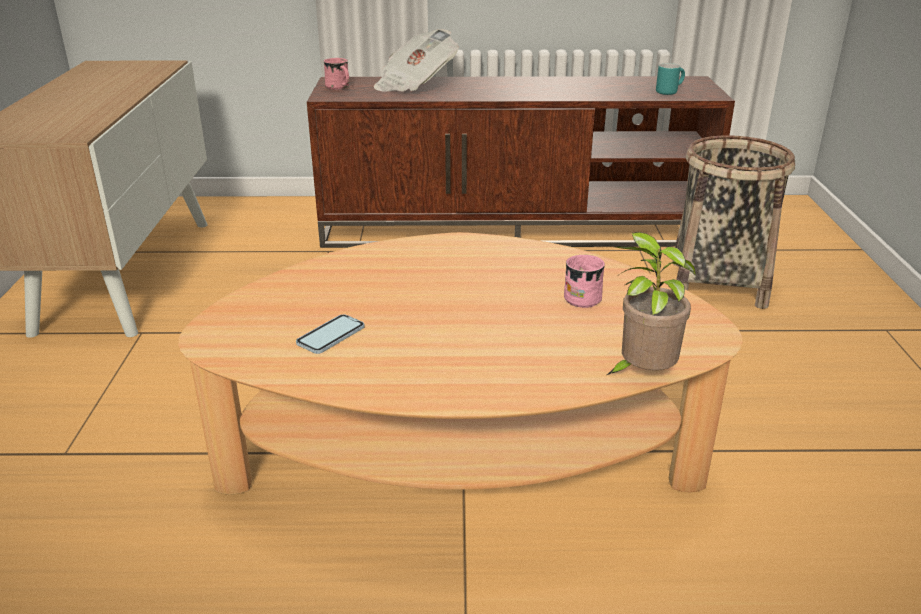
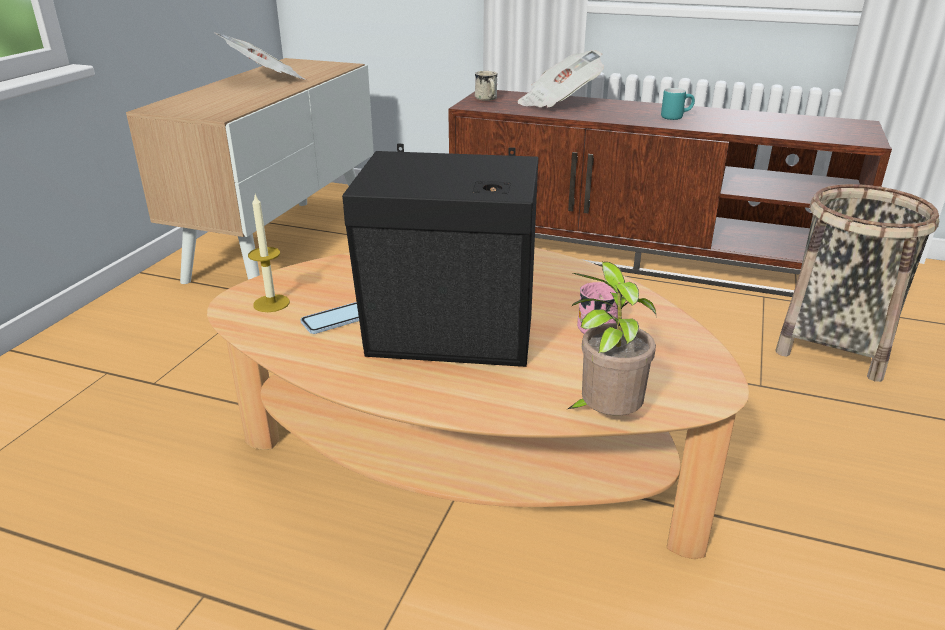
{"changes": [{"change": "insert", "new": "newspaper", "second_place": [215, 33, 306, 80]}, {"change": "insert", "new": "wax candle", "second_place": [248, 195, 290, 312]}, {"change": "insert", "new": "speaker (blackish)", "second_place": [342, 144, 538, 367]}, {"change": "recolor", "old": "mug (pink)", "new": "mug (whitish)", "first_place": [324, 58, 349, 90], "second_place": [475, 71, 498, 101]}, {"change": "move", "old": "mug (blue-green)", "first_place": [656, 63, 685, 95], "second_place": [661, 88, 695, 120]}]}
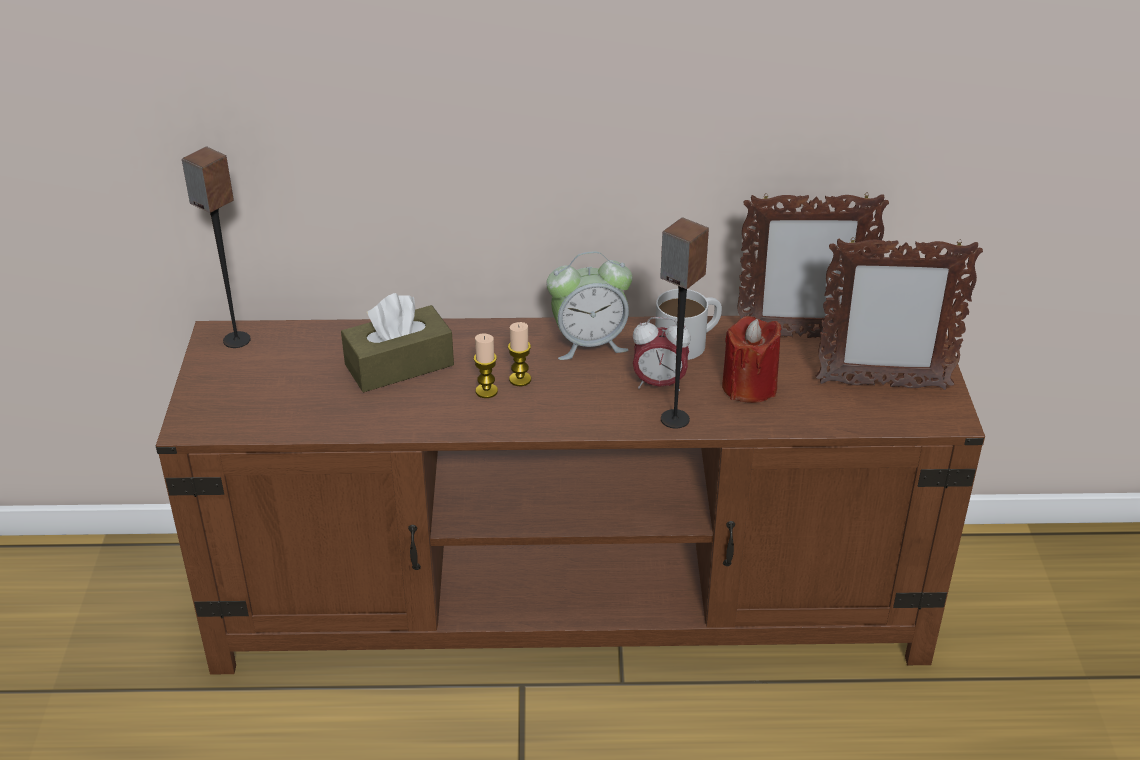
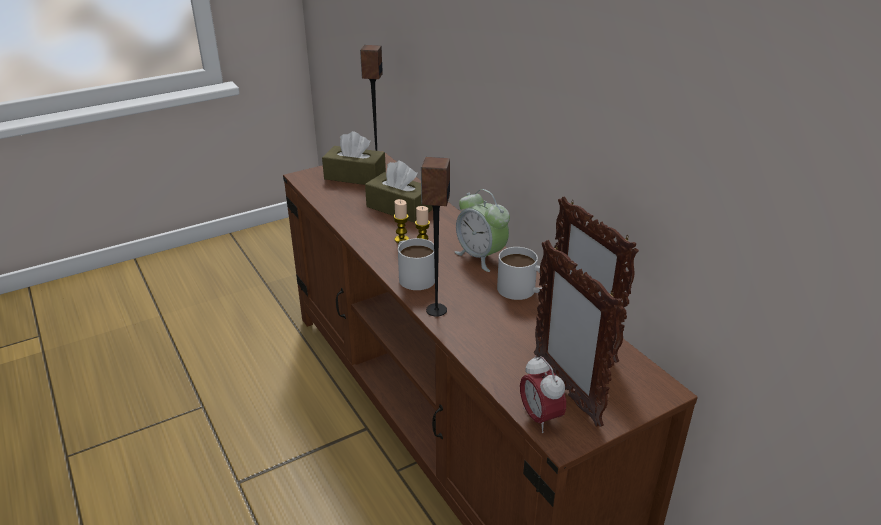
{"changes": [{"change": "insert", "new": "tissue box (brownish)", "second_place": [322, 131, 386, 185]}, {"change": "insert", "new": "mug (whitish)", "second_place": [398, 238, 435, 290]}, {"change": "move", "old": "bedside clock", "first_place": [633, 317, 691, 391], "second_place": [520, 355, 566, 433]}, {"change": "delete", "old": "wax candle (red-coloured)", "first_place": [722, 316, 782, 403]}]}
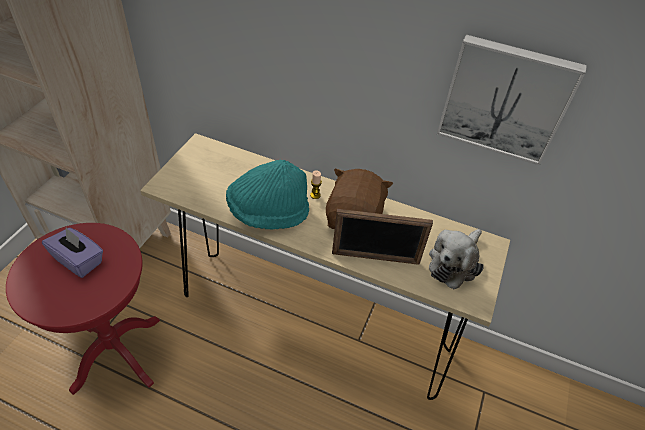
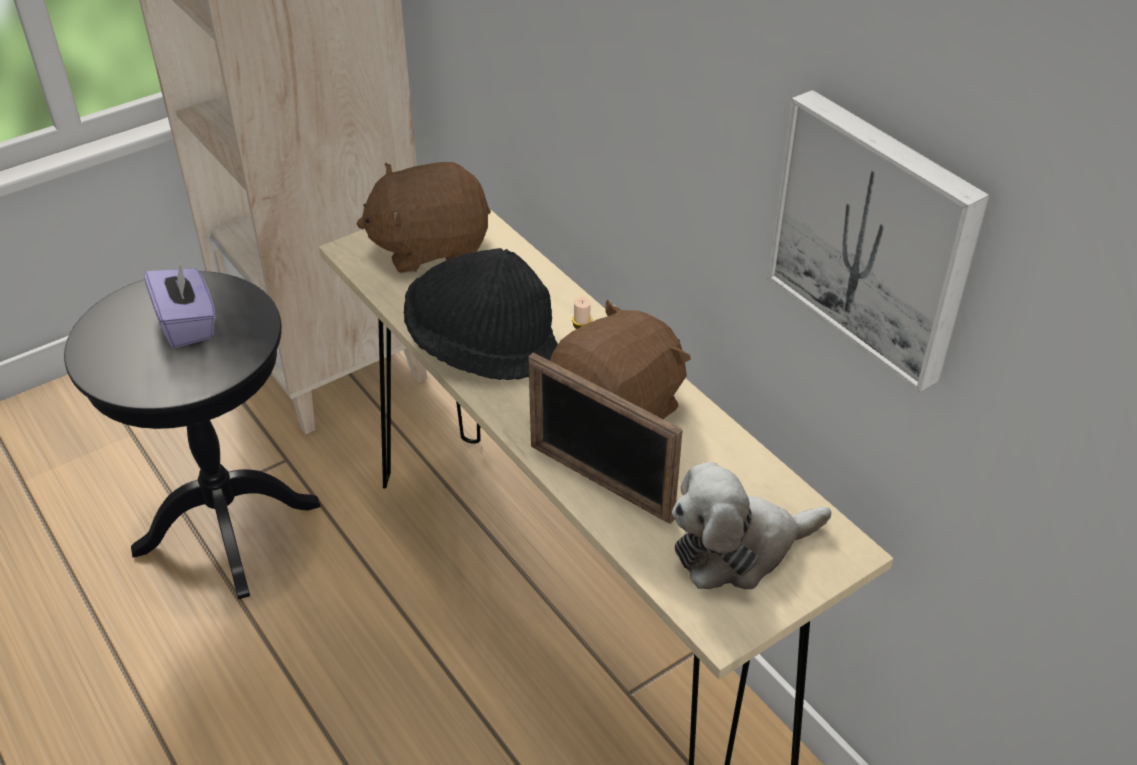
{"changes": [{"change": "recolor", "old": "side table (red-coloured)", "new": "side table (blackish)", "first_place": [6, 223, 160, 395], "second_place": [64, 271, 321, 599]}, {"change": "insert", "new": "plush toy (brownish)", "second_place": [357, 162, 491, 273]}, {"change": "recolor", "old": "hat (blue-green)", "new": "hat (blackish)", "first_place": [226, 160, 309, 229], "second_place": [404, 248, 558, 380]}]}
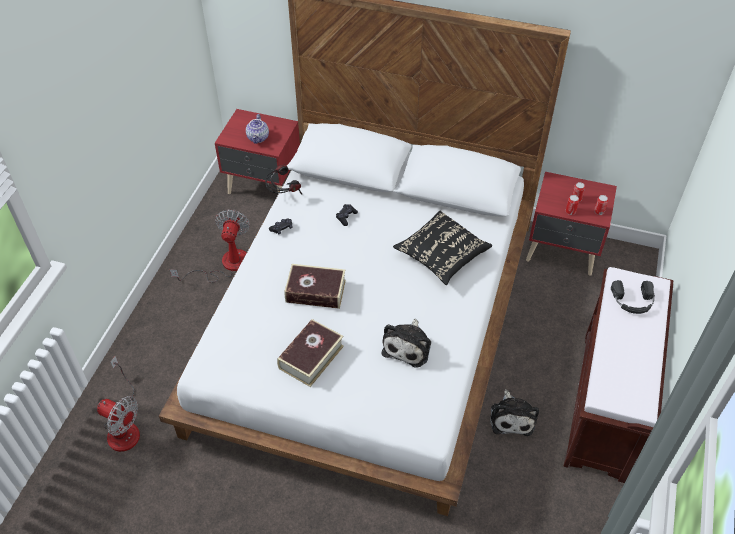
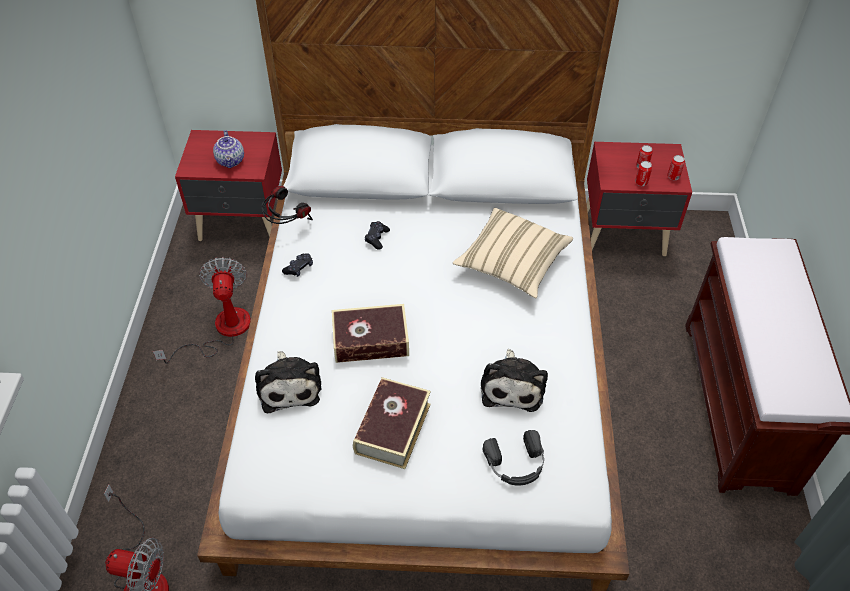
{"changes": [{"change": "move", "old": "plush toy", "first_place": [490, 390, 539, 436], "second_place": [255, 351, 322, 413]}, {"change": "recolor", "old": "throw pillow (blackish)", "new": "throw pillow (beige-coloured)", "first_place": [393, 211, 492, 285], "second_place": [453, 208, 573, 298]}, {"change": "move", "old": "headset (blackish)", "first_place": [611, 280, 655, 314], "second_place": [483, 430, 544, 485]}]}
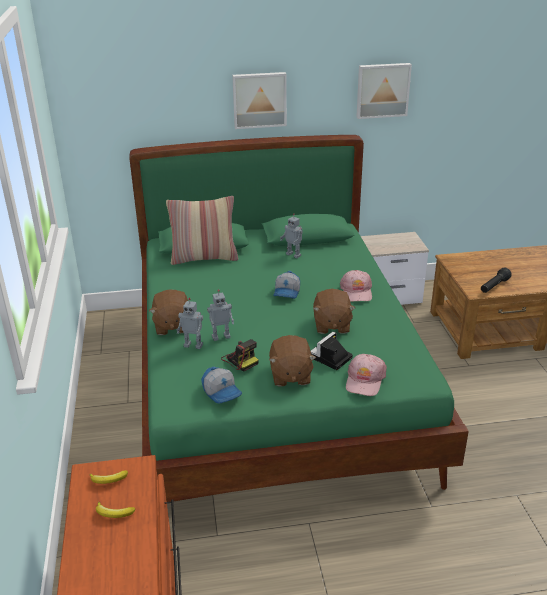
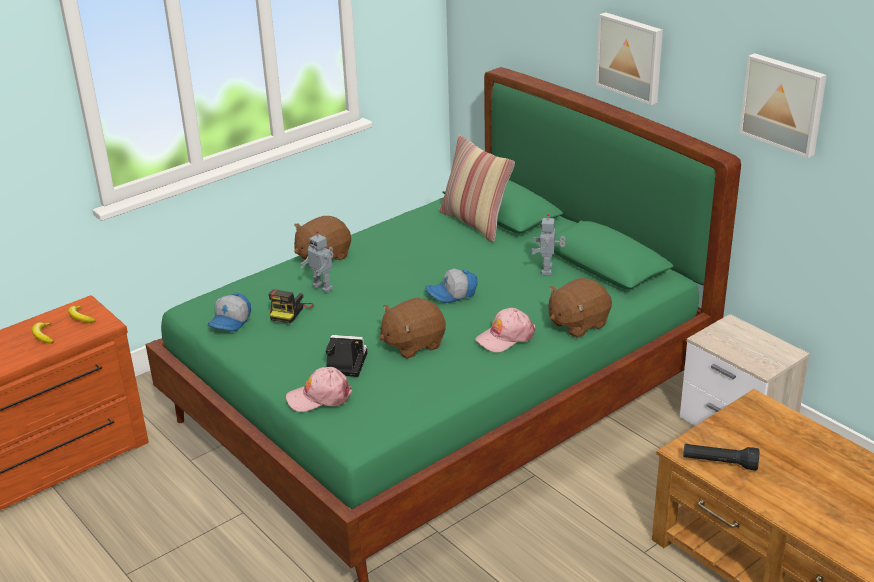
{"changes": [{"change": "move", "old": "plush toy (brownish)", "first_place": [269, 335, 316, 387], "second_place": [548, 278, 612, 338]}, {"change": "delete", "old": "toy robot", "first_place": [177, 298, 203, 349]}]}
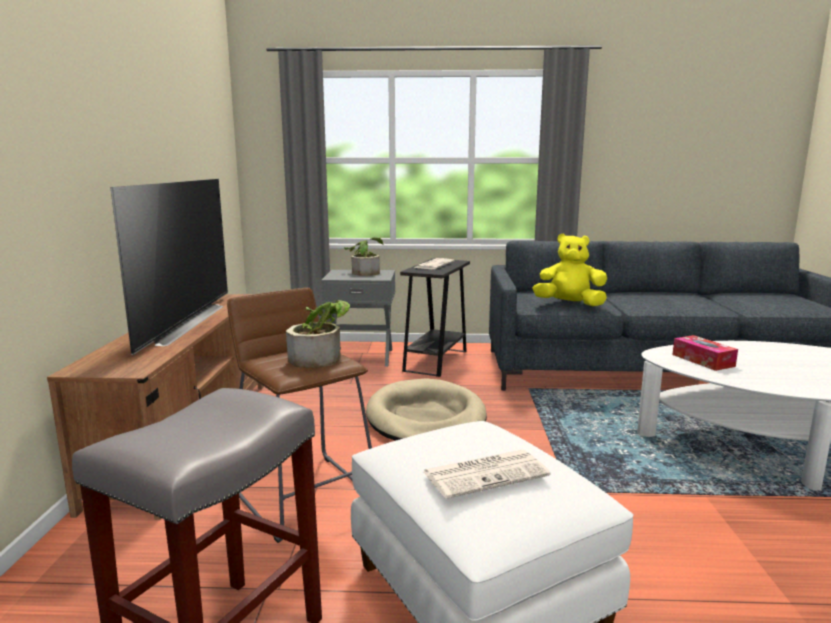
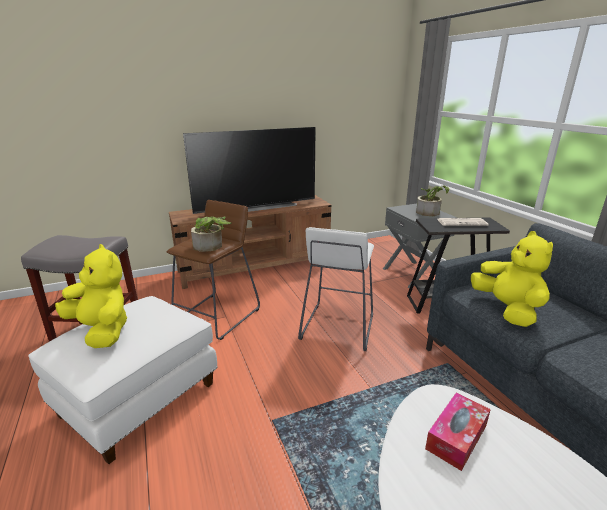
{"changes": [{"change": "replace", "old": "newspaper", "new": "plush toy (yellow-coloured)", "first_place": [423, 450, 550, 499], "second_place": [55, 244, 127, 348]}, {"change": "replace", "old": "dog cushion (beige-coloured)", "new": "stool (whitish)", "first_place": [366, 378, 487, 441], "second_place": [298, 227, 374, 351]}]}
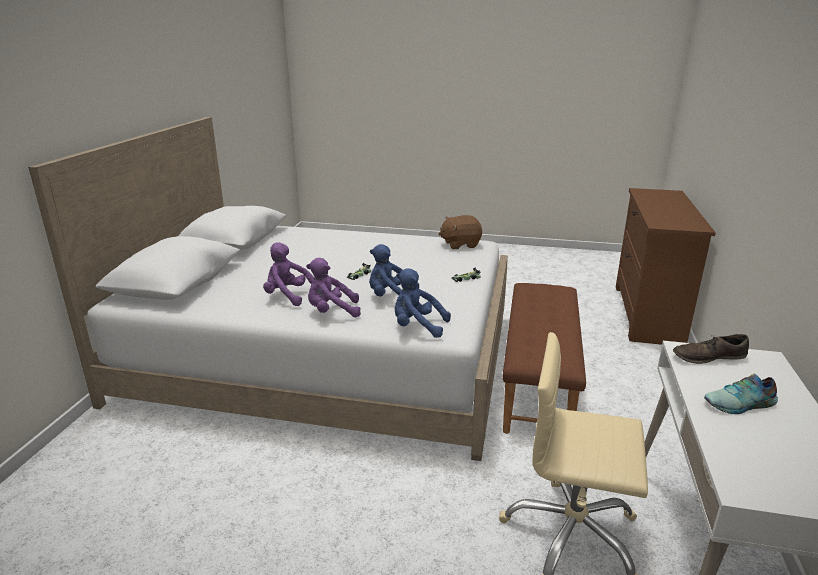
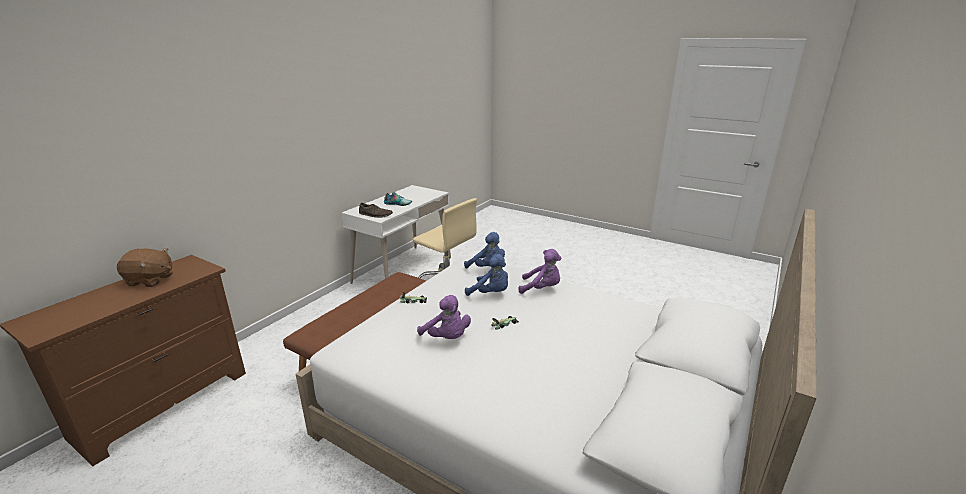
{"changes": [{"change": "move", "old": "plush toy (brownish)", "first_place": [439, 215, 482, 249], "second_place": [117, 248, 173, 287]}, {"change": "move", "old": "plush toy (purple)", "first_place": [263, 242, 314, 306], "second_place": [417, 295, 471, 339]}]}
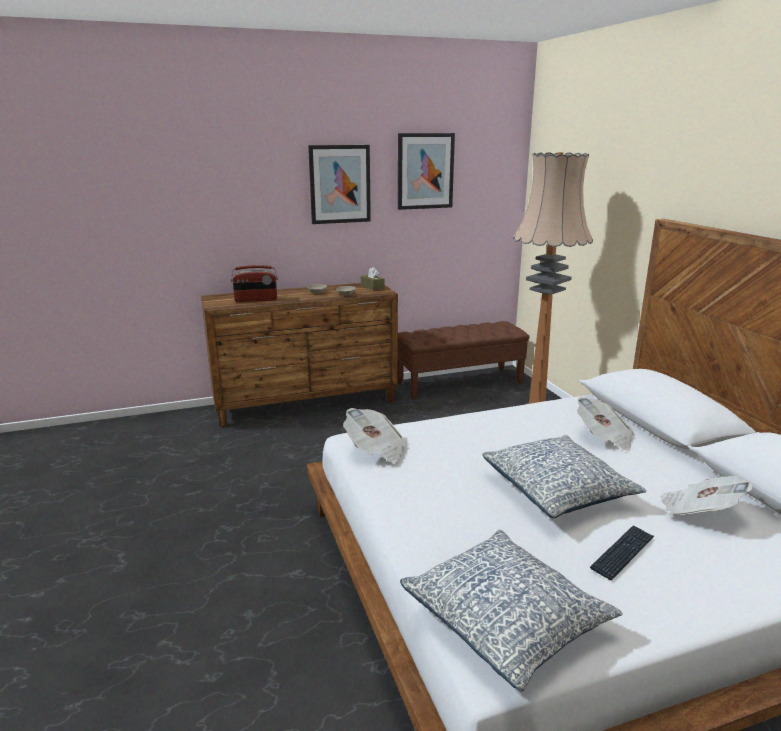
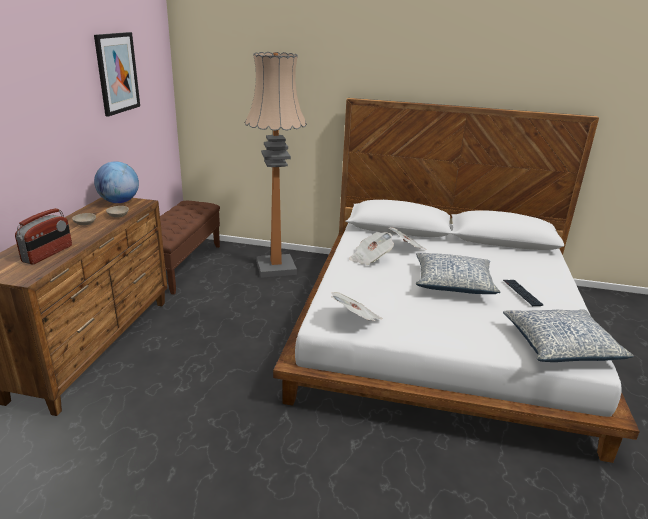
{"changes": [{"change": "replace", "old": "tissue box (brownish)", "new": "world globe", "first_place": [361, 267, 384, 291], "second_place": [94, 161, 139, 203]}, {"change": "move", "old": "newspaper", "first_place": [661, 476, 752, 515], "second_place": [349, 232, 394, 265]}, {"change": "delete", "old": "wall art", "first_place": [308, 145, 371, 224]}]}
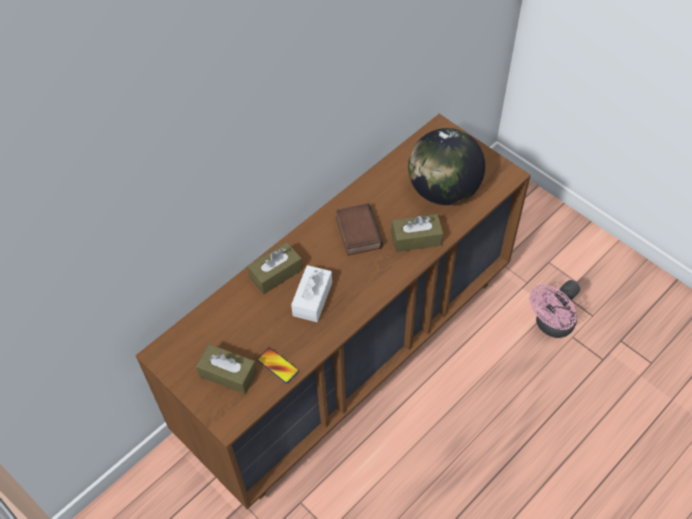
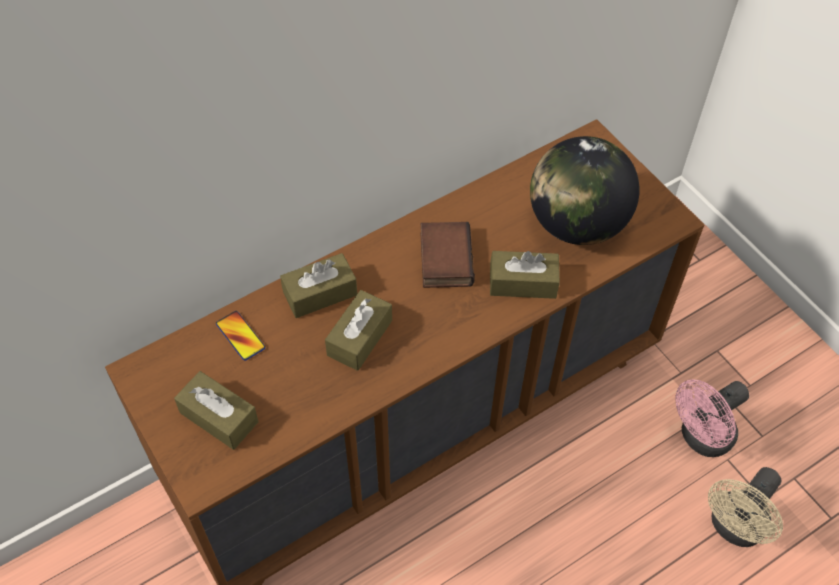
{"changes": [{"change": "move", "old": "phone", "first_place": [257, 347, 299, 383], "second_place": [216, 311, 265, 361]}, {"change": "recolor", "old": "tissue box (whitish)", "new": "tissue box (brownish)", "first_place": [291, 265, 332, 322], "second_place": [325, 290, 392, 371]}, {"change": "insert", "new": "fan (beige-coloured)", "second_place": [708, 467, 783, 547]}]}
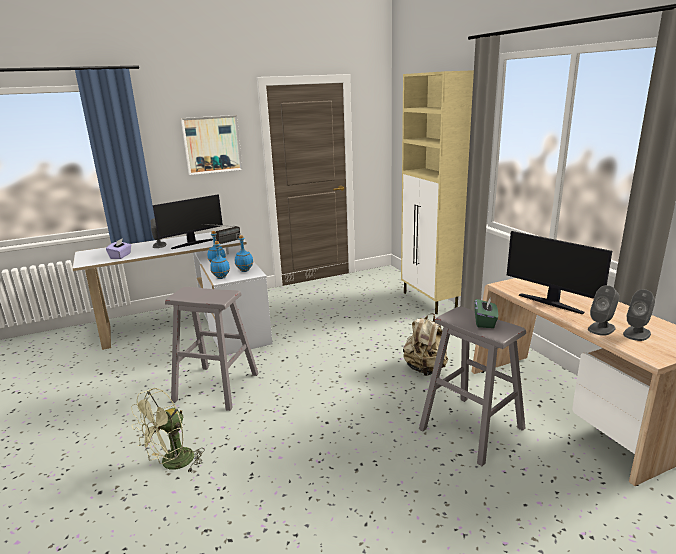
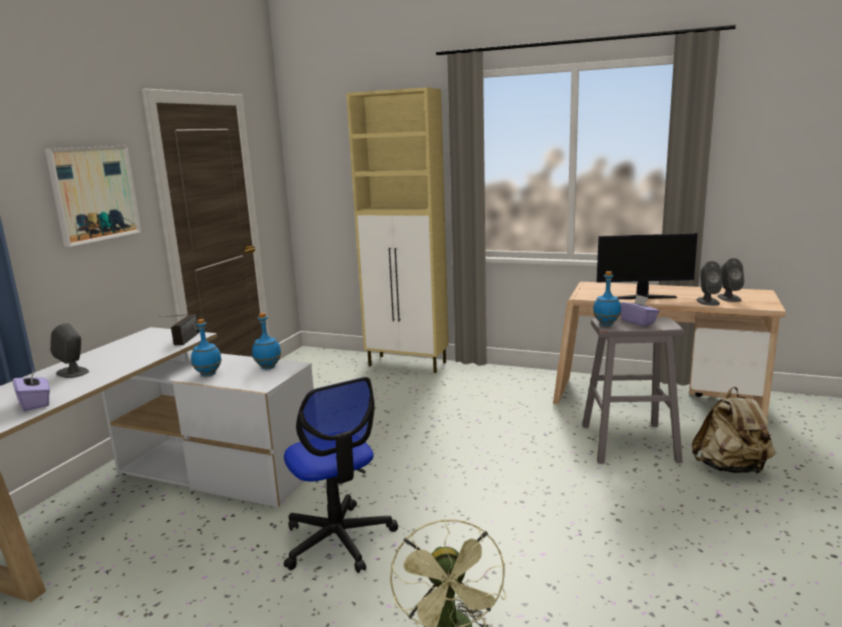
{"changes": [{"change": "replace", "old": "stool (greyish)", "new": "computer chair", "first_place": [165, 287, 259, 411], "second_place": [284, 377, 398, 573]}, {"change": "move", "old": "beverage bottle (bluish)", "first_place": [210, 241, 230, 279], "second_place": [593, 271, 621, 326]}, {"change": "recolor", "old": "tissue box (green-coloured)", "new": "tissue box (purple)", "first_place": [475, 298, 498, 328], "second_place": [620, 295, 659, 326]}, {"change": "move", "old": "knapsack (beige-coloured)", "first_place": [403, 313, 448, 376], "second_place": [692, 387, 775, 474]}, {"change": "delete", "old": "computer screen", "first_place": [153, 194, 223, 249]}]}
